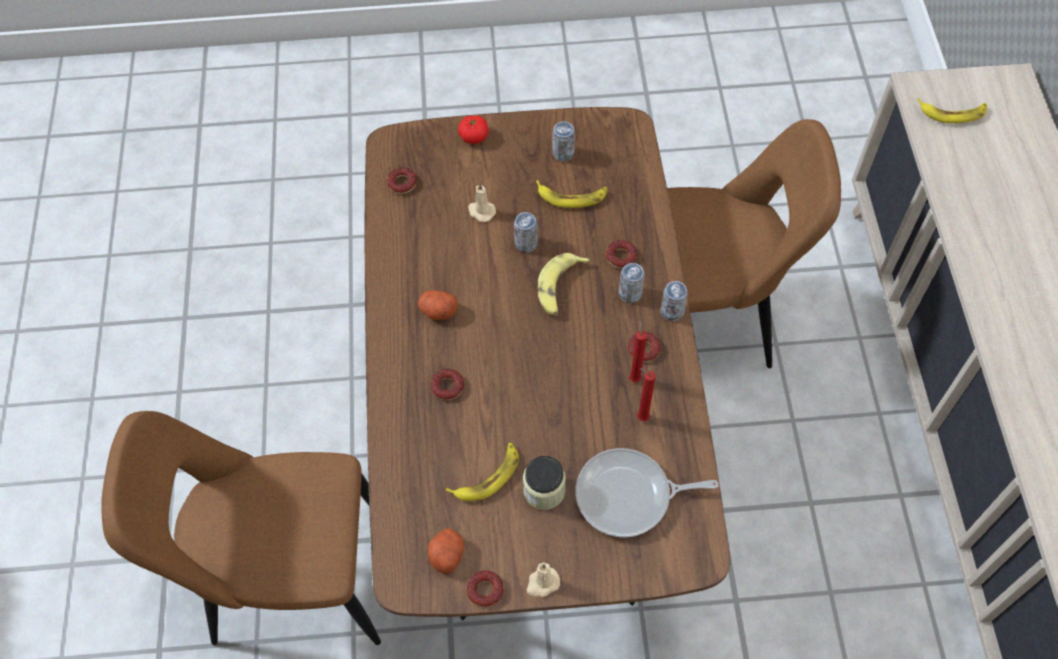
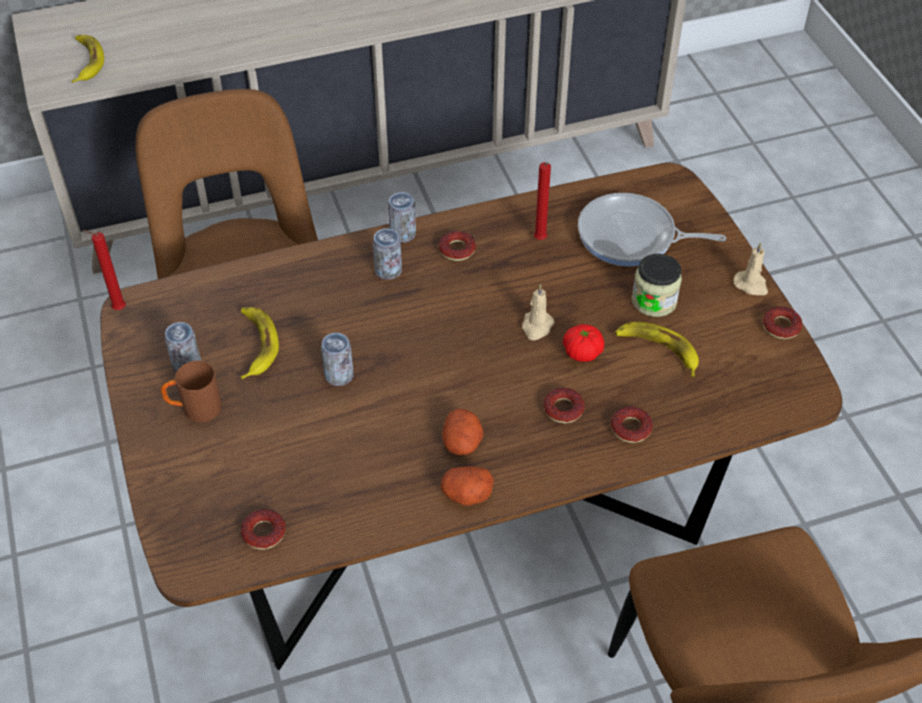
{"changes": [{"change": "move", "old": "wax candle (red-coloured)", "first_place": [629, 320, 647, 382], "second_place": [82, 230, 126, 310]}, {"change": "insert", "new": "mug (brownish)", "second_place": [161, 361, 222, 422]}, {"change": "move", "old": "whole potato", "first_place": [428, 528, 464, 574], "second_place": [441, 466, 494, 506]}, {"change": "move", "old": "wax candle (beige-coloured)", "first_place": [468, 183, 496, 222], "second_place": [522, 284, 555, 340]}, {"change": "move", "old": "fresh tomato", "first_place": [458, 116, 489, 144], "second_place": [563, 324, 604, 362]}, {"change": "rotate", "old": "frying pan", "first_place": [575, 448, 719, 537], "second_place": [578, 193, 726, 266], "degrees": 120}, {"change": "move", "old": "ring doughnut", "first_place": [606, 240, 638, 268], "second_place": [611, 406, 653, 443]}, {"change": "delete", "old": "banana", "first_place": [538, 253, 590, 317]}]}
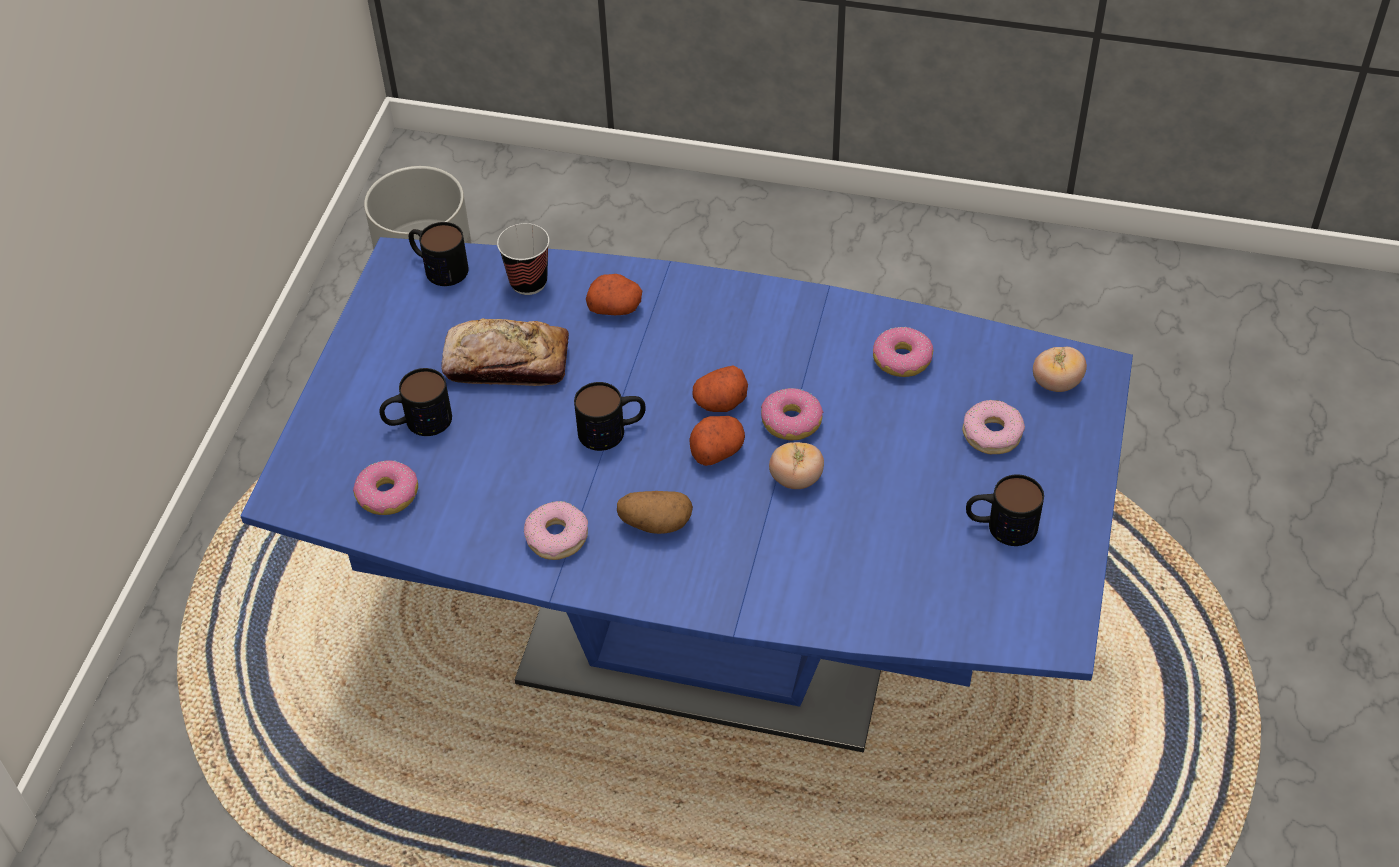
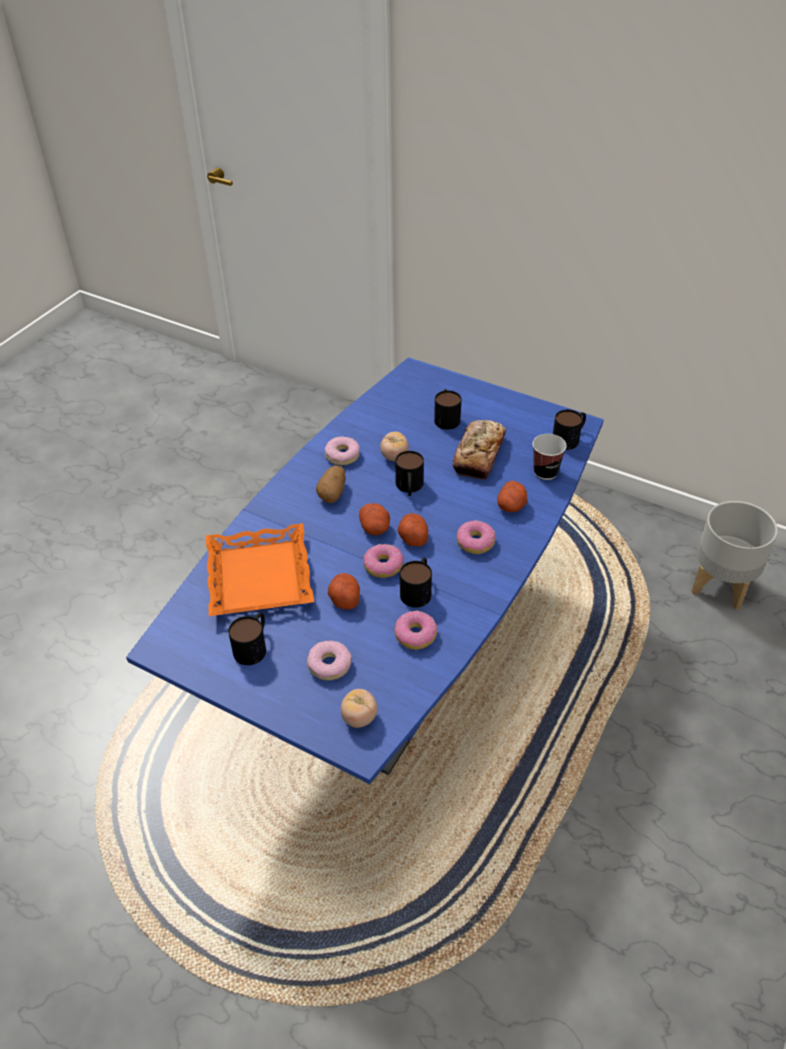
{"changes": [{"change": "insert", "new": "serving tray (orange-coloured)", "second_place": [206, 523, 314, 616]}, {"change": "insert", "new": "whole potato", "second_place": [328, 573, 360, 609]}, {"change": "move", "old": "fresh tomato", "first_place": [769, 442, 824, 489], "second_place": [380, 432, 409, 461]}, {"change": "insert", "new": "mug", "second_place": [400, 558, 432, 608]}, {"change": "move", "old": "ring doughnut", "first_place": [353, 460, 418, 515], "second_place": [457, 520, 496, 554]}]}
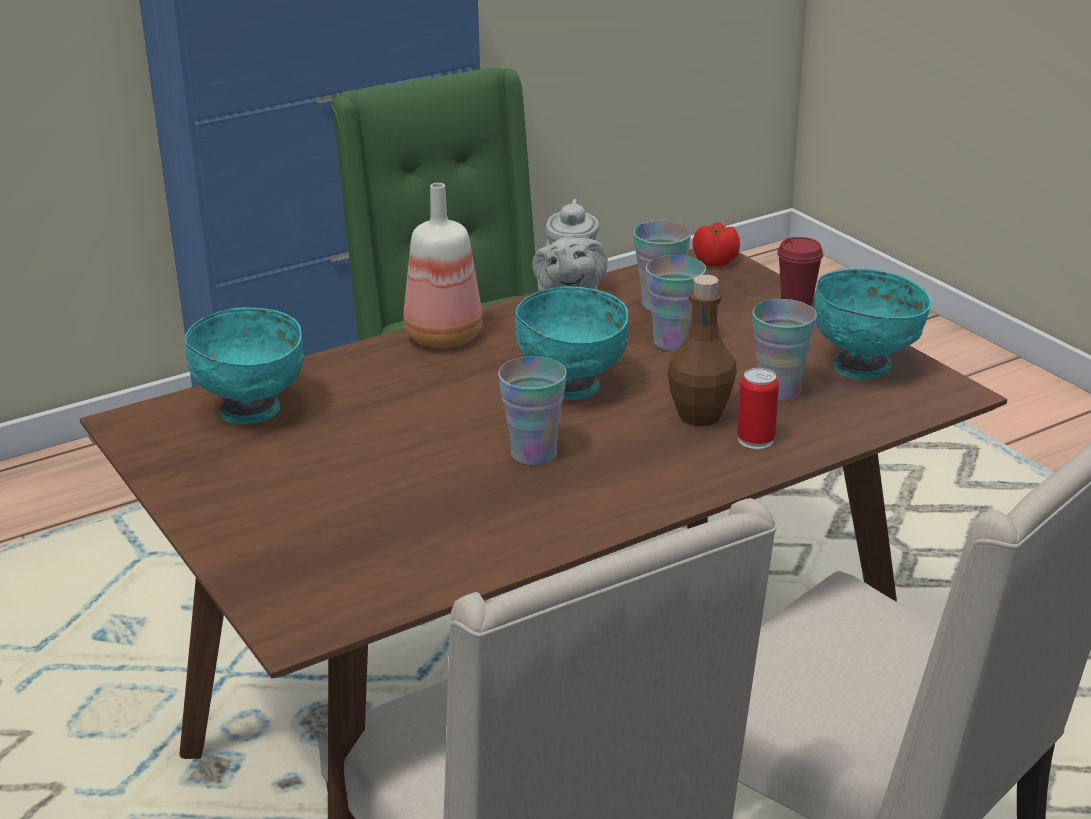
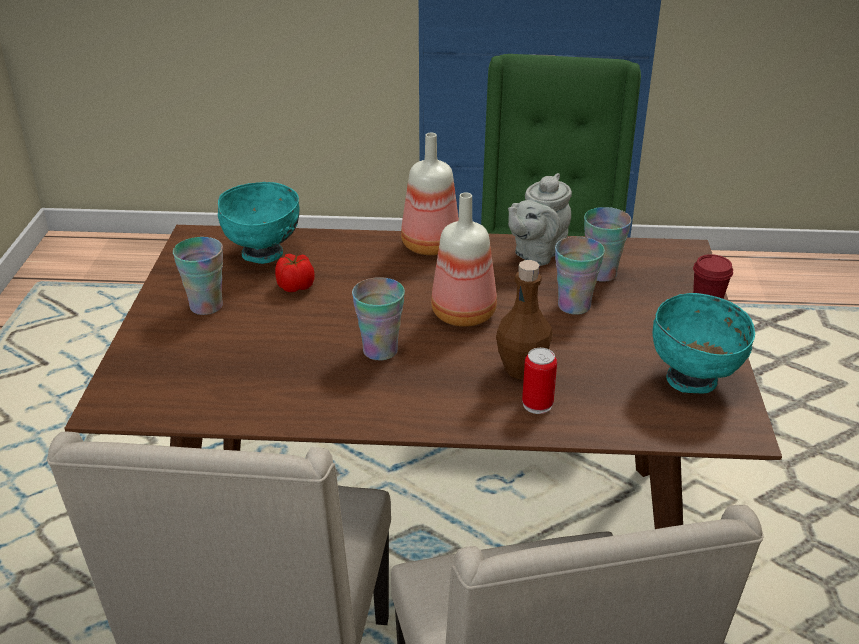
{"changes": [{"change": "move", "old": "cup", "first_place": [752, 299, 817, 401], "second_place": [173, 237, 223, 315]}, {"change": "move", "old": "fresh tomato", "first_place": [692, 222, 740, 266], "second_place": [275, 254, 315, 292]}, {"change": "replace", "old": "bowl (blue-green)", "new": "beverage bottle", "first_place": [515, 286, 628, 400], "second_place": [431, 193, 497, 327]}]}
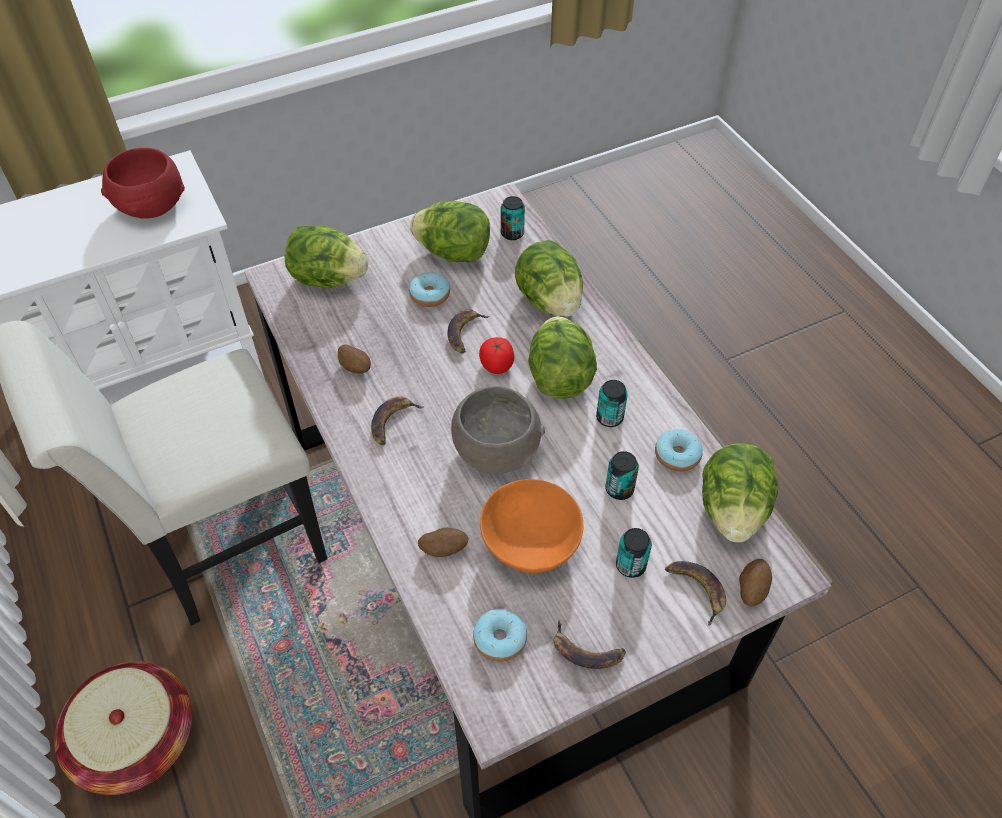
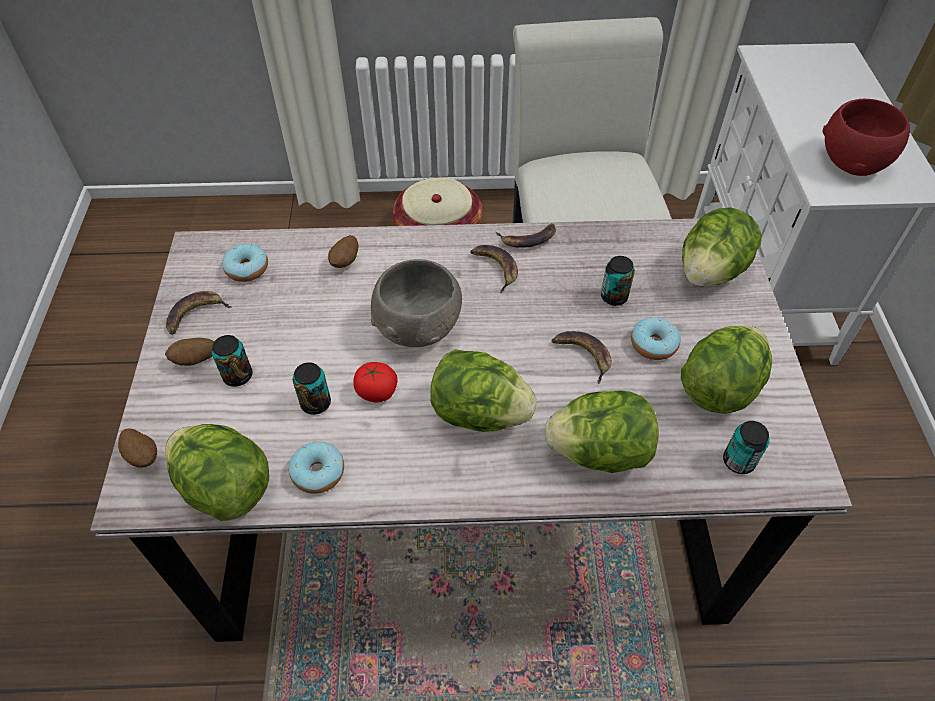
{"changes": [{"change": "move", "old": "whole potato", "first_place": [338, 344, 371, 374], "second_place": [165, 338, 214, 366]}, {"change": "move", "old": "fresh tomato", "first_place": [479, 337, 514, 374], "second_place": [353, 362, 398, 402]}, {"change": "move", "old": "banana", "first_place": [665, 561, 726, 626], "second_place": [496, 223, 556, 248]}, {"change": "move", "old": "metal can", "first_place": [596, 380, 628, 427], "second_place": [601, 256, 635, 306]}, {"change": "delete", "old": "bowl (orange-coloured)", "first_place": [480, 479, 583, 573]}]}
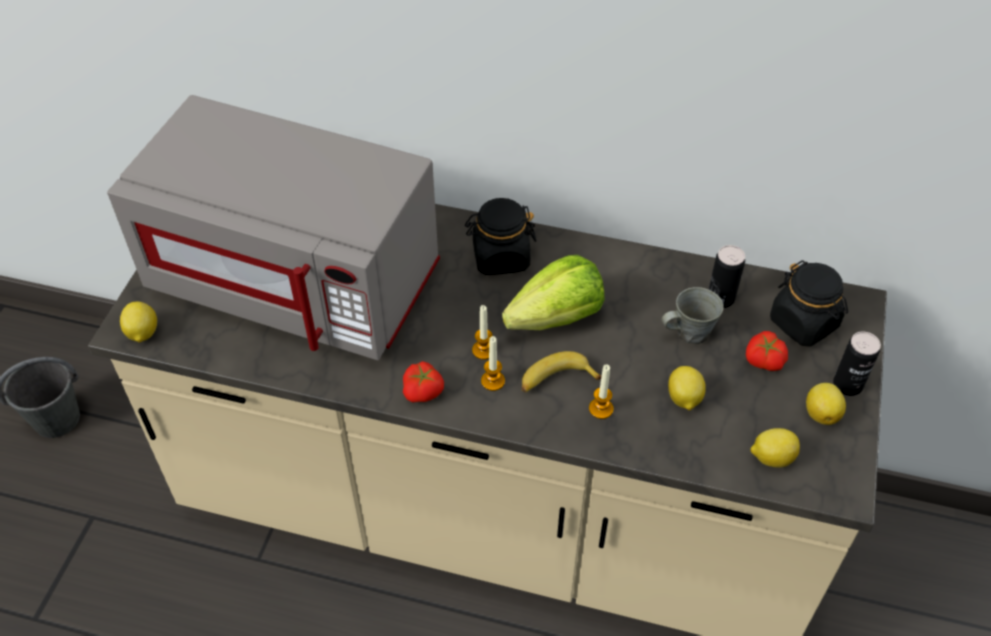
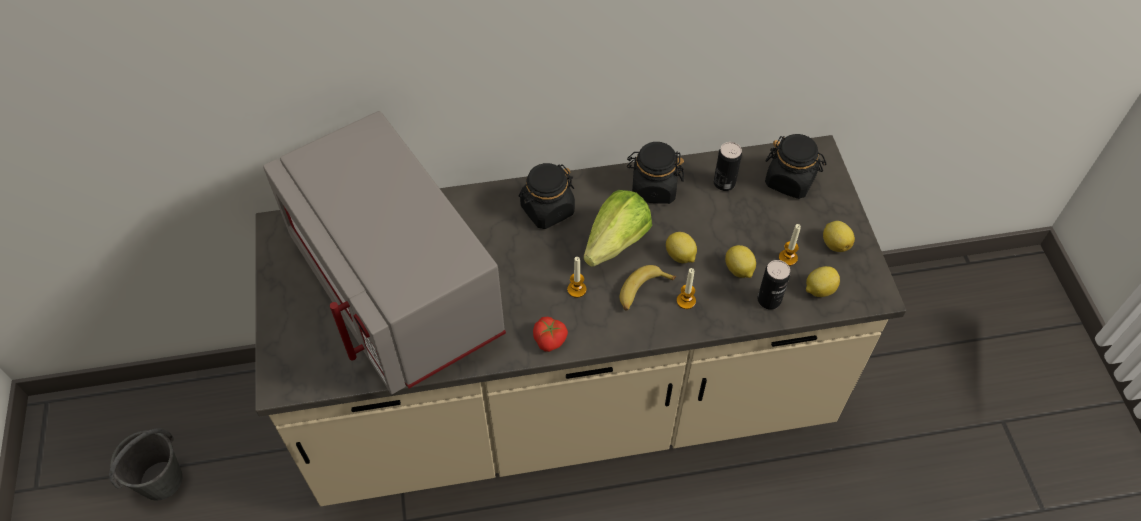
{"changes": [{"change": "rotate", "old": "kitchen microwave (greyish)", "first_place": [107, 95, 440, 360], "second_place": [263, 111, 506, 394], "degrees": 60}, {"change": "insert", "new": "storage jar (blackish)", "second_place": [627, 142, 684, 204]}, {"change": "move", "old": "lemon", "first_place": [120, 301, 157, 343], "second_place": [666, 232, 697, 263]}, {"change": "move", "old": "metal can", "first_place": [833, 332, 881, 396], "second_place": [757, 260, 790, 310]}, {"change": "move", "old": "wax candle", "first_place": [481, 336, 505, 391], "second_place": [779, 224, 801, 266]}, {"change": "delete", "old": "mug (greyish)", "first_place": [662, 287, 724, 344]}, {"change": "delete", "old": "fresh tomato", "first_place": [746, 331, 788, 371]}]}
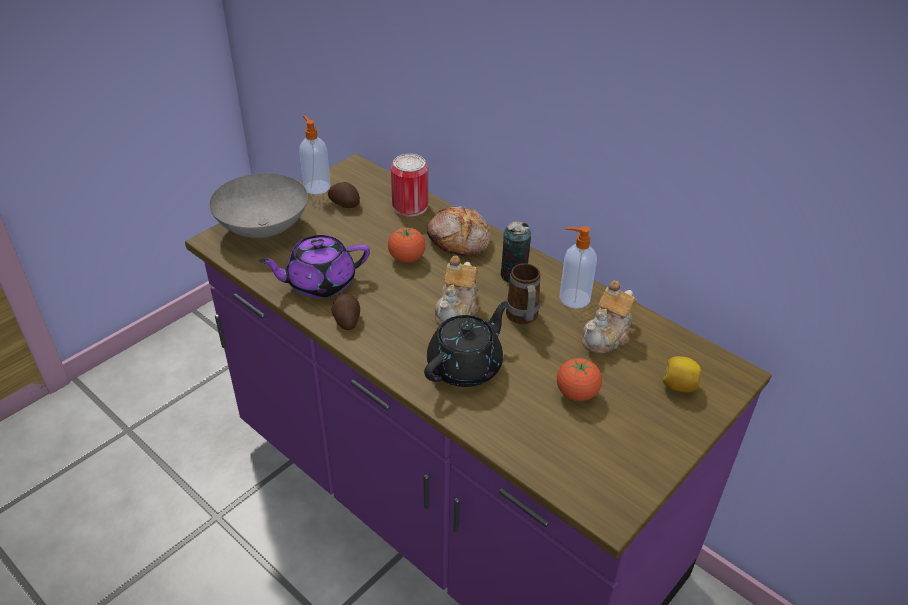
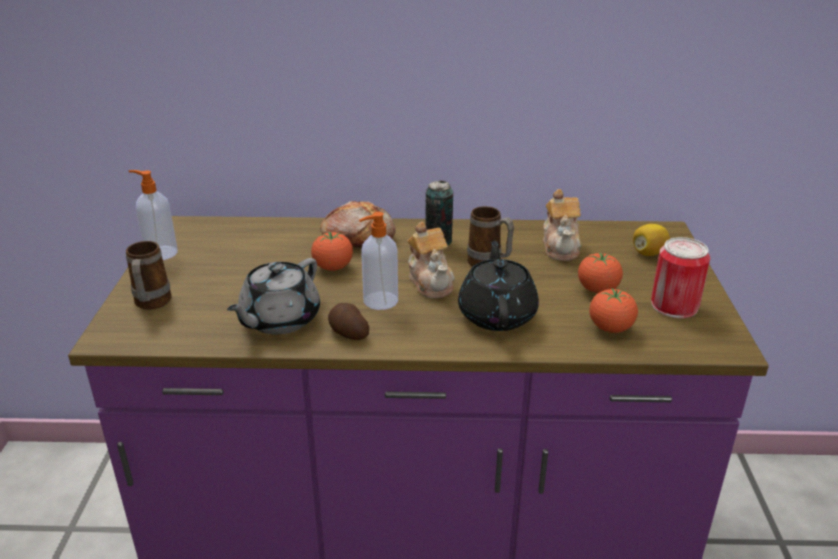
{"changes": [{"change": "replace", "old": "bowl (greyish)", "new": "mug", "first_place": [209, 173, 308, 238], "second_place": [126, 241, 172, 309]}, {"change": "recolor", "old": "tea pot (purple)", "new": "tea pot (greyish)", "first_place": [258, 235, 370, 298], "second_place": [227, 258, 320, 334]}, {"change": "move", "old": "soap dispenser", "first_place": [559, 226, 597, 308], "second_place": [359, 212, 398, 310]}, {"change": "insert", "new": "fresh tomato", "second_place": [589, 288, 638, 333]}, {"change": "move", "old": "metal can", "first_place": [391, 154, 428, 217], "second_place": [651, 237, 710, 318]}, {"change": "delete", "old": "whole potato", "first_place": [328, 182, 360, 208]}]}
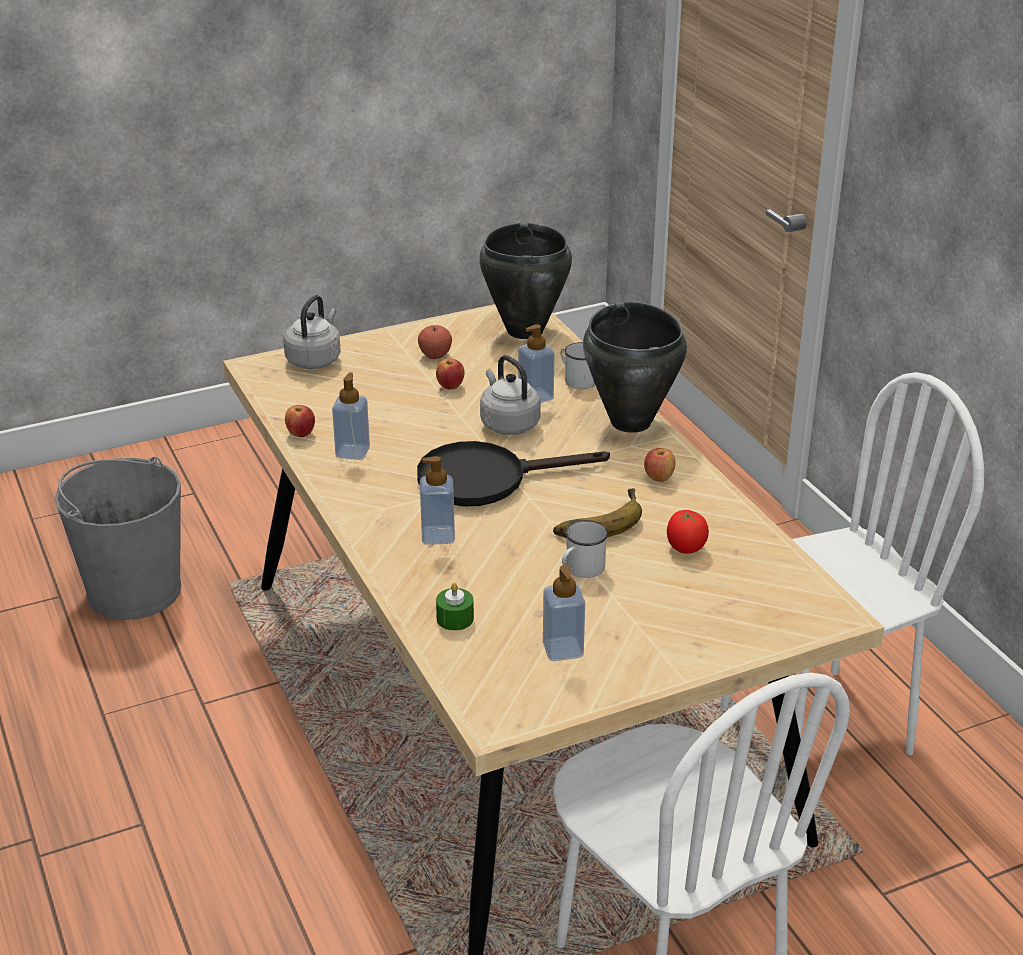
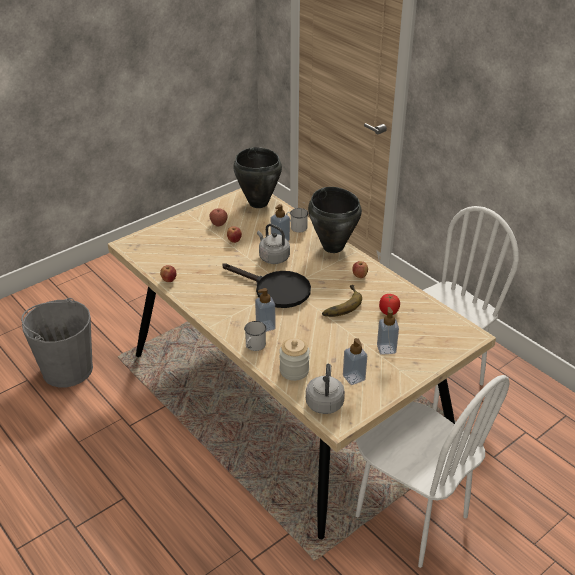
{"changes": [{"change": "rotate", "old": "frying pan (blackish)", "first_place": [417, 441, 610, 506], "second_place": [222, 264, 311, 308], "degrees": -120}, {"change": "move", "old": "mug (whitish)", "first_place": [562, 520, 608, 578], "second_place": [244, 321, 266, 351]}, {"change": "replace", "old": "wax candle (green-coloured)", "new": "storage jar", "first_place": [436, 583, 474, 631], "second_place": [279, 338, 310, 381]}, {"change": "move", "old": "water kettle (greyish)", "first_place": [283, 295, 341, 369], "second_place": [306, 364, 345, 414]}, {"change": "move", "old": "soap dispenser", "first_place": [332, 373, 370, 460], "second_place": [377, 307, 399, 355]}]}
